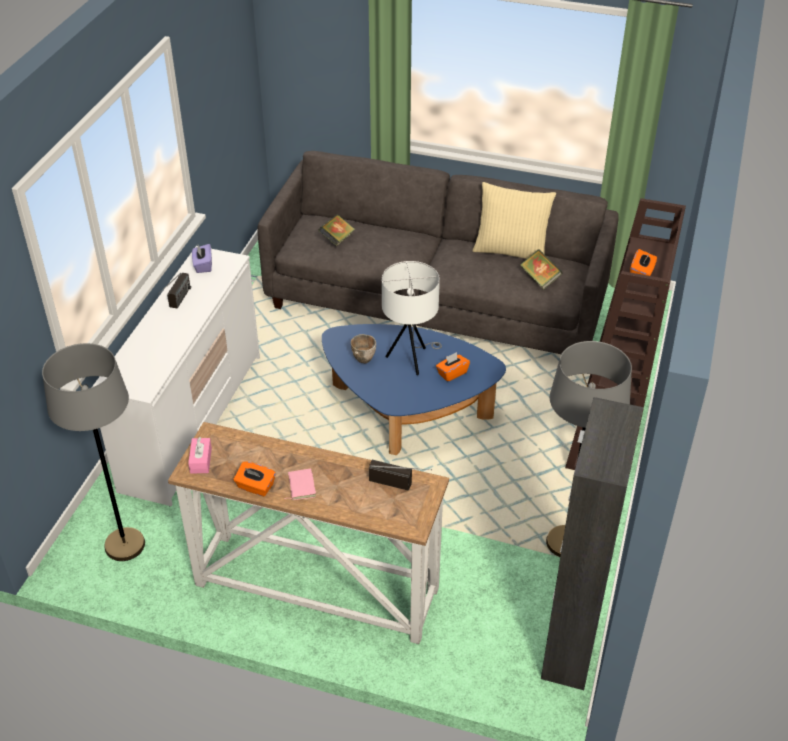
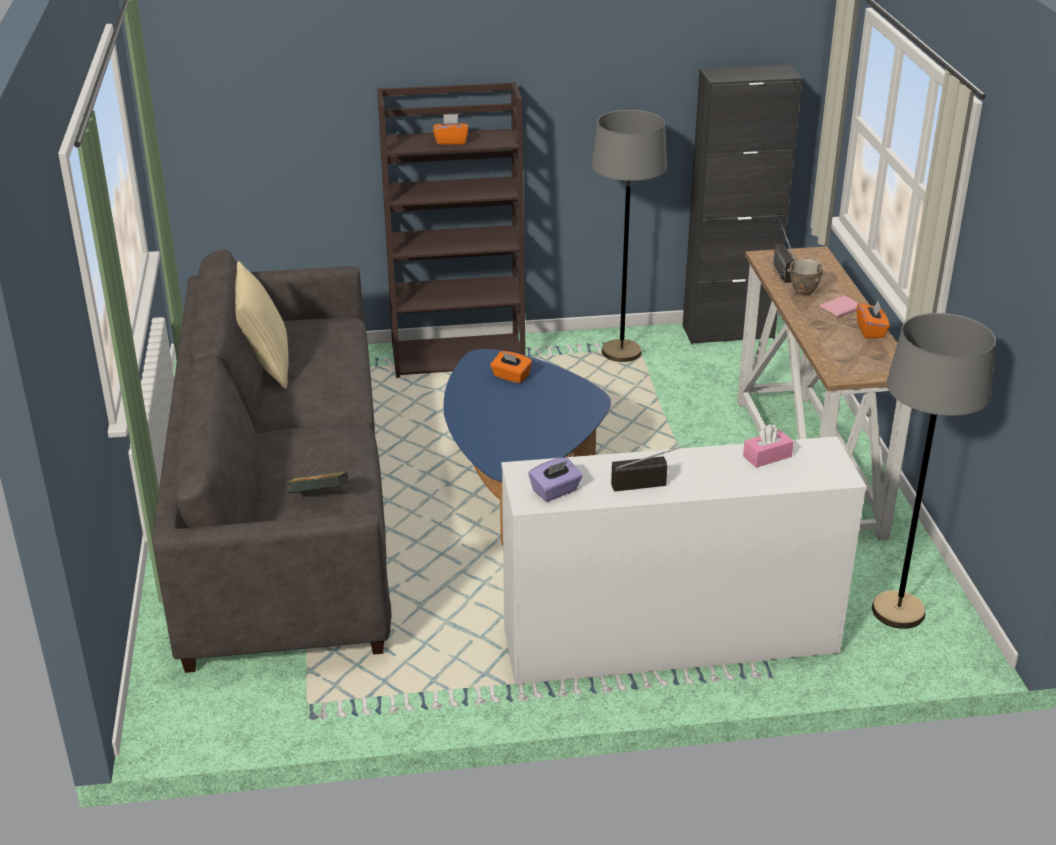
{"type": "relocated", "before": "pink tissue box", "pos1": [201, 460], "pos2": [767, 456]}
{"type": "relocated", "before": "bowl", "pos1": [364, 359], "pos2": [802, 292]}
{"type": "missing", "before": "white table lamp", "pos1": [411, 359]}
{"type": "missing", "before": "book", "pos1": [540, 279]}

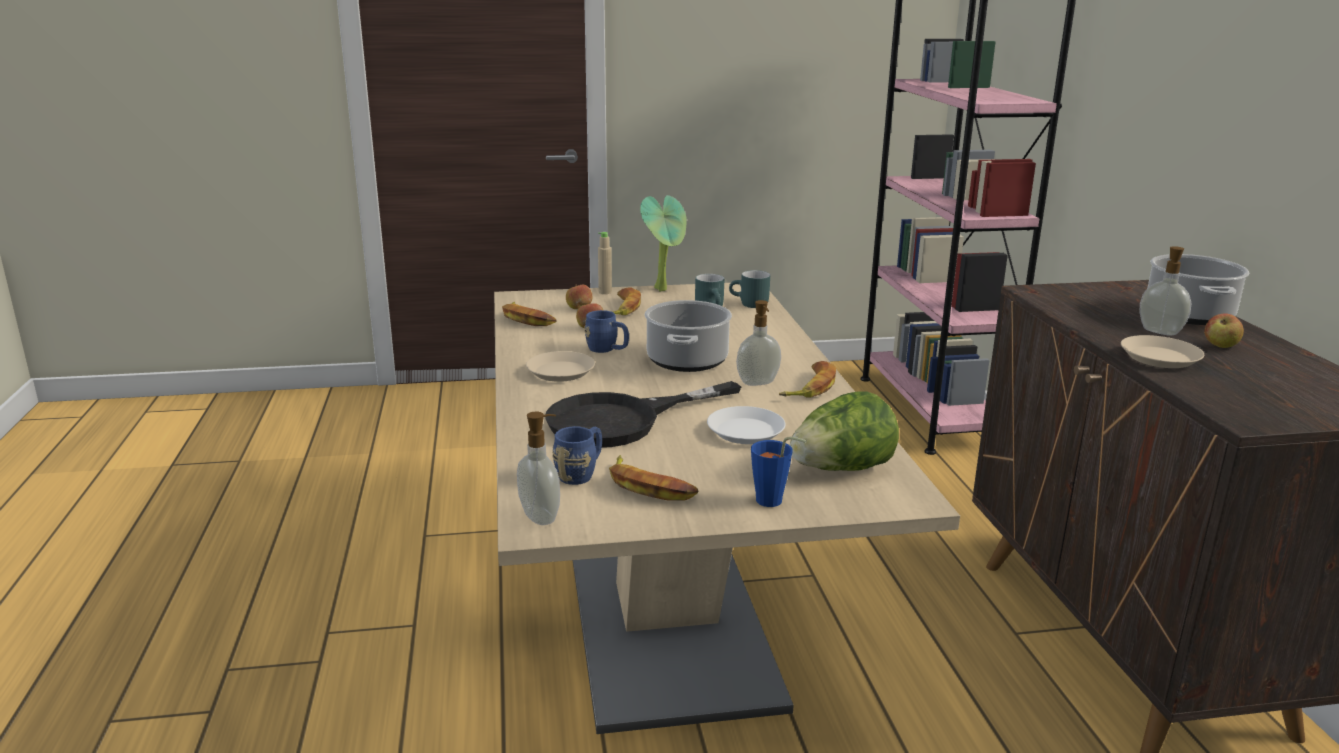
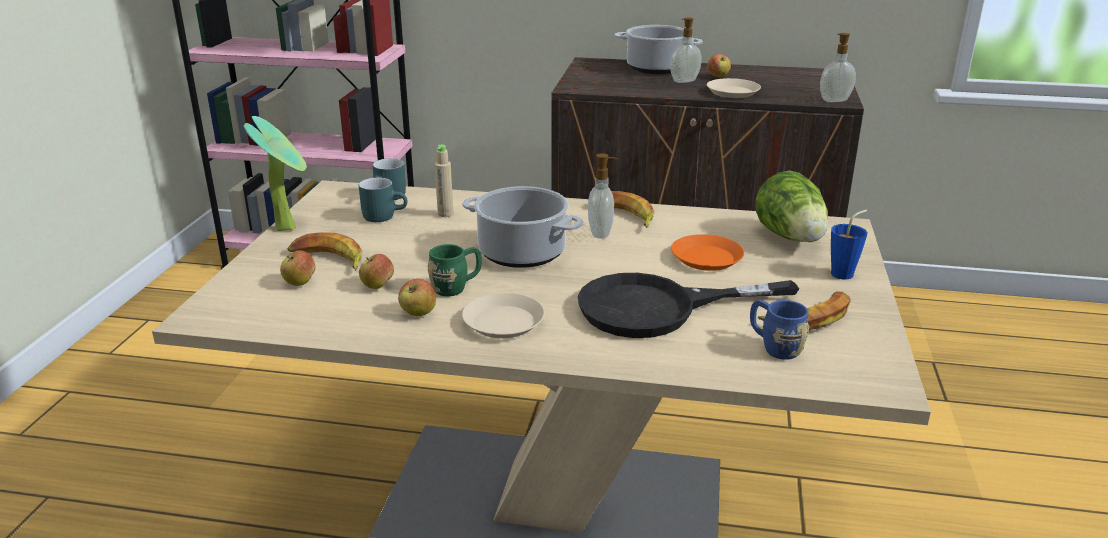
{"type": "appeared", "after": "apple", "pos2": [418, 313]}
{"type": "colour", "before": "blue mug", "after": "green mug", "pos1": [607, 350], "pos2": [456, 287]}
{"type": "relocated", "before": "beige bottle", "pos1": [605, 292], "pos2": [445, 214]}
{"type": "spun", "before": "black frying pan", "pos1": [622, 420], "pos2": [658, 308], "turn": 90}
{"type": "colour", "before": "white plate", "after": "orange plate", "pos1": [746, 431], "pos2": [706, 258]}
{"type": "relocated", "before": "soap dispenser", "pos1": [541, 516], "pos2": [834, 100]}
{"type": "missing", "before": "banana", "pos1": [527, 319]}

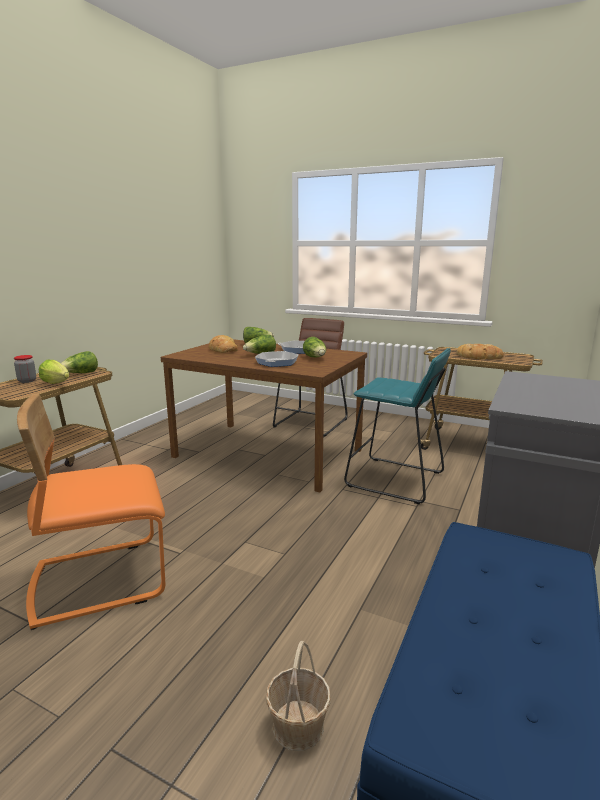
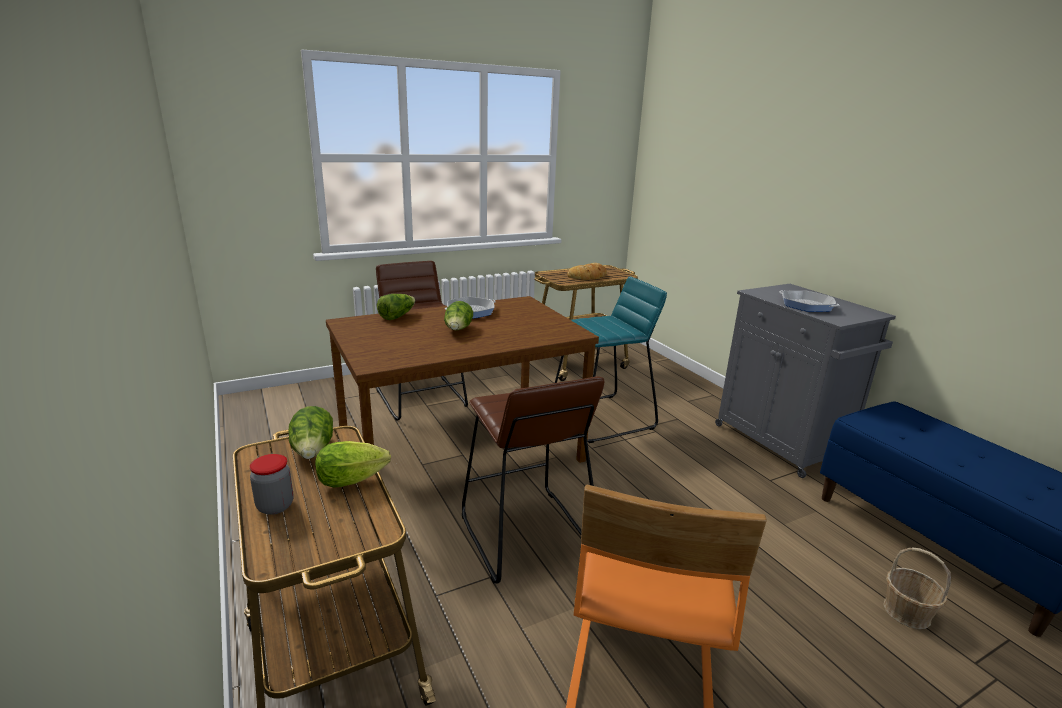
{"type": "appeared", "after": "brown stool", "pos2": [525, 534]}
{"type": "relocated", "before": "frying pan", "pos1": [277, 362], "pos2": [806, 305]}
{"type": "missing", "before": "bread", "pos1": [223, 349]}
{"type": "missing", "before": "lettuce", "pos1": [315, 358]}

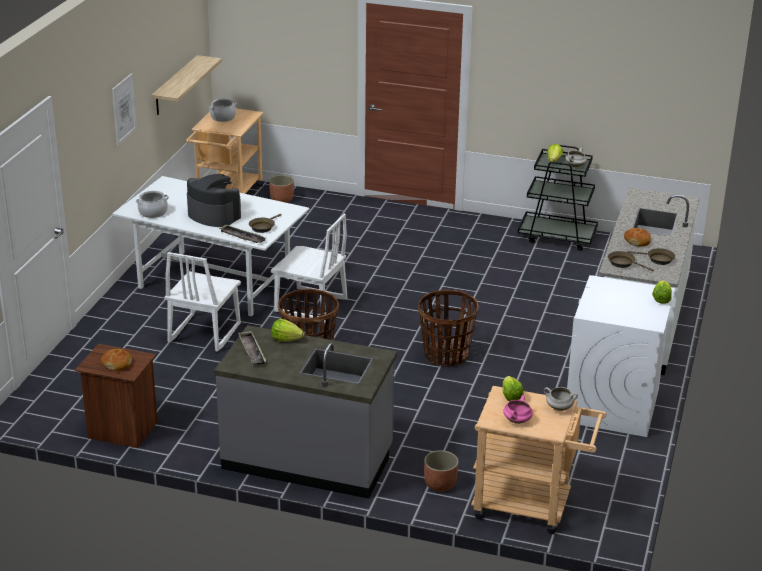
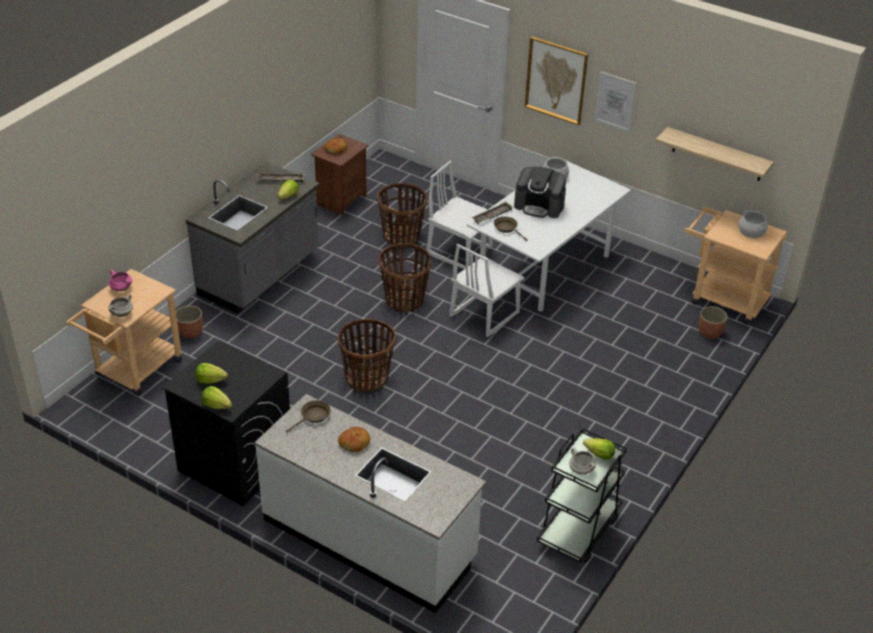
{"type": "colour", "before": "white washing machine", "after": "black washing machine", "pos1": [612, 406], "pos2": [234, 463]}
{"type": "relocated", "before": "lettuce", "pos1": [511, 397], "pos2": [210, 380]}
{"type": "appeared", "after": "basket", "pos2": [401, 237]}
{"type": "spun", "before": "coffee machine", "pos1": [213, 215], "pos2": [539, 206], "turn": 60}
{"type": "appeared", "after": "picture", "pos2": [556, 80]}
{"type": "missing", "before": "brown frying pan", "pos1": [657, 259]}

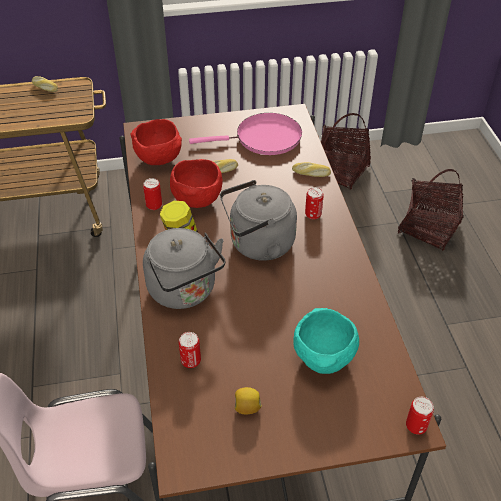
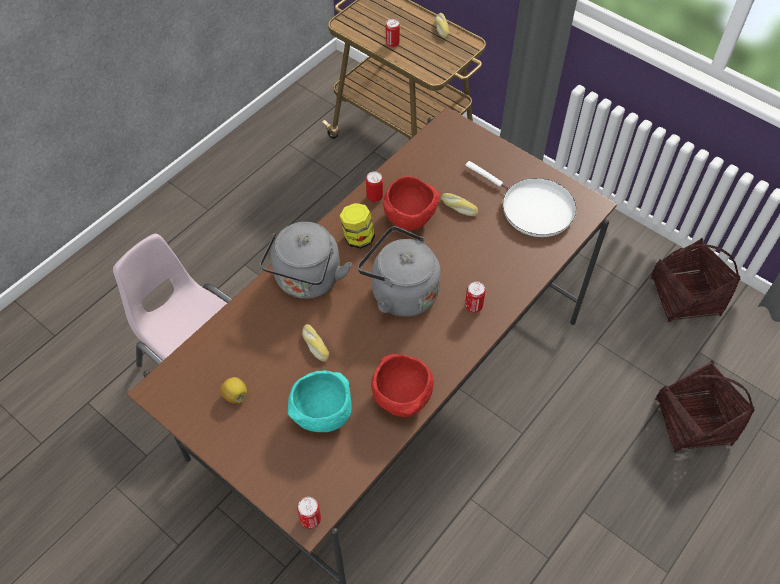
{"type": "relocated", "before": "bread", "pos1": [311, 173], "pos2": [314, 345]}
{"type": "relocated", "before": "red bowl", "pos1": [160, 159], "pos2": [403, 399]}
{"type": "relocated", "before": "can", "pos1": [191, 361], "pos2": [392, 43]}
{"type": "colour", "before": "pink frying pan", "after": "white frying pan", "pos1": [264, 139], "pos2": [532, 208]}

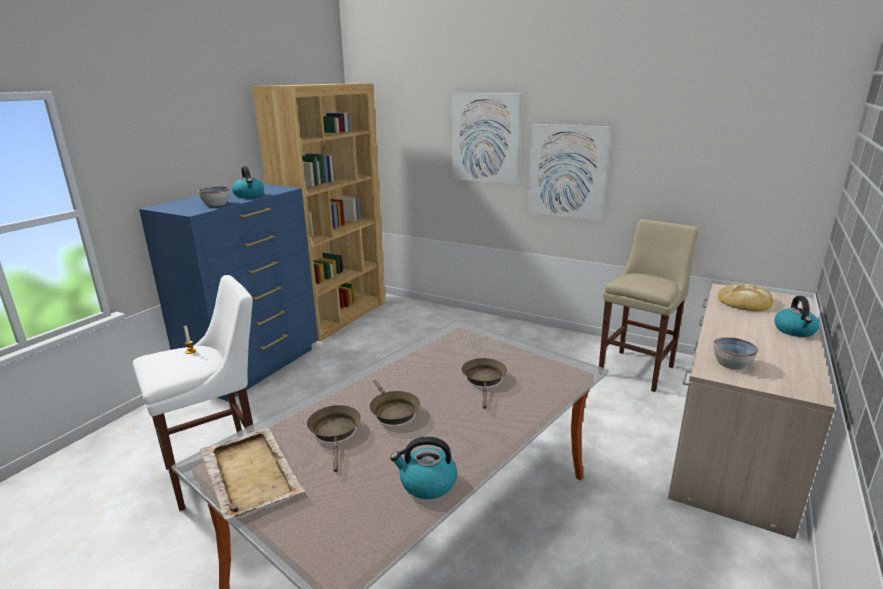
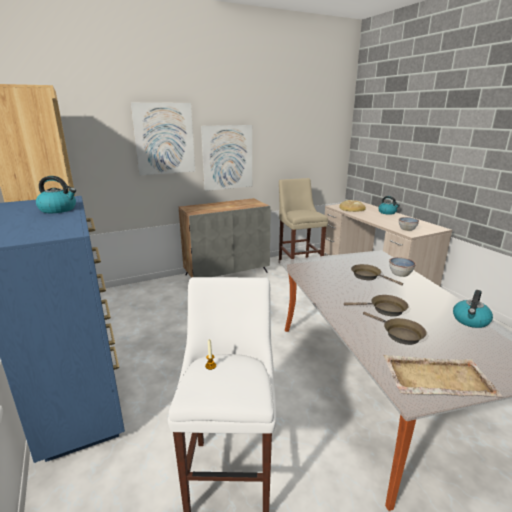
{"type": "appeared", "after": "grey cabinet", "pos2": [227, 273]}
{"type": "spun", "before": "brown frying pan", "pos1": [335, 432], "pos2": [399, 334], "turn": -150}
{"type": "relocated", "before": "bowl", "pos1": [216, 204], "pos2": [400, 273]}

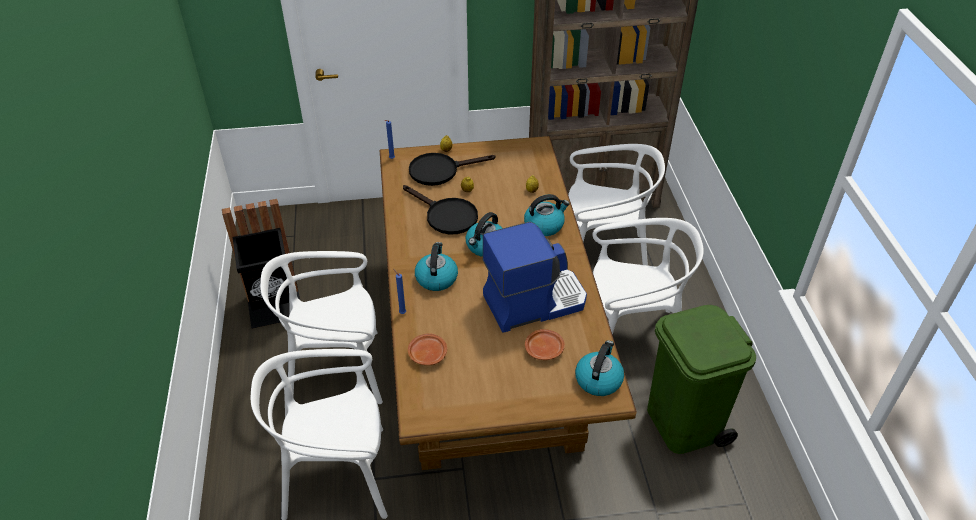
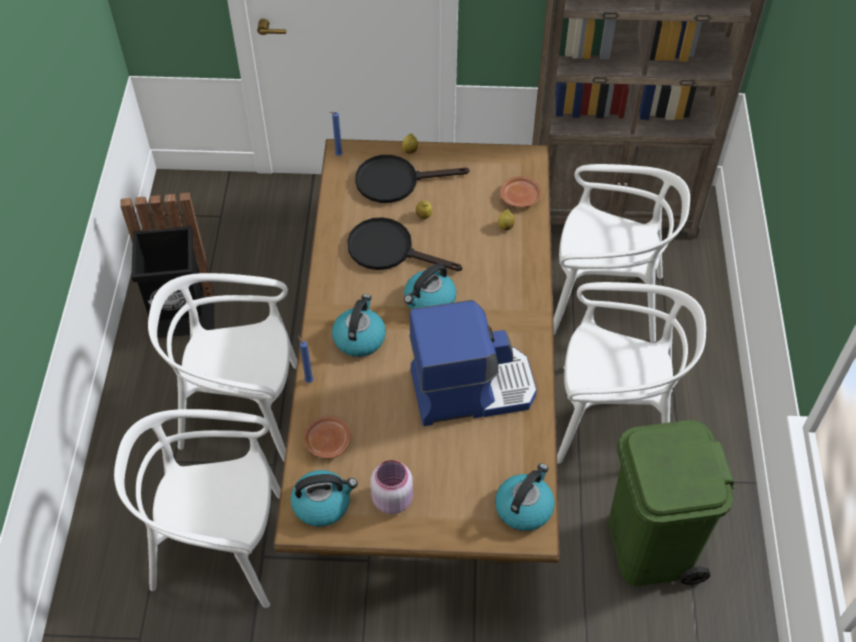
{"type": "relocated", "before": "kettle", "pos1": [544, 225], "pos2": [322, 503]}
{"type": "spun", "before": "black frying pan", "pos1": [446, 216], "pos2": [389, 250], "turn": 150}
{"type": "appeared", "after": "pink jar", "pos2": [392, 498]}
{"type": "relocated", "before": "brown plate", "pos1": [544, 349], "pos2": [520, 197]}

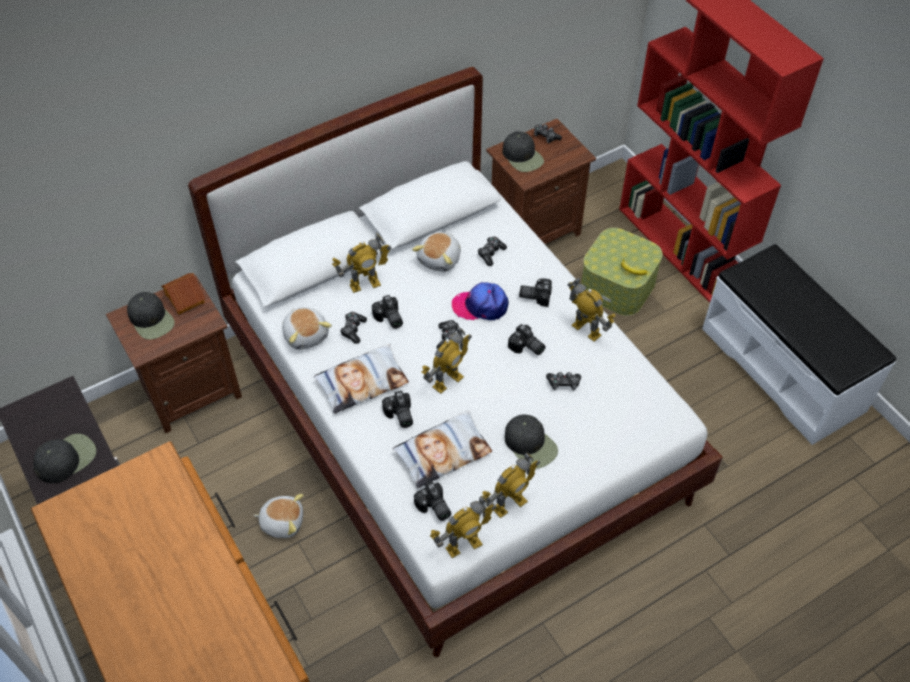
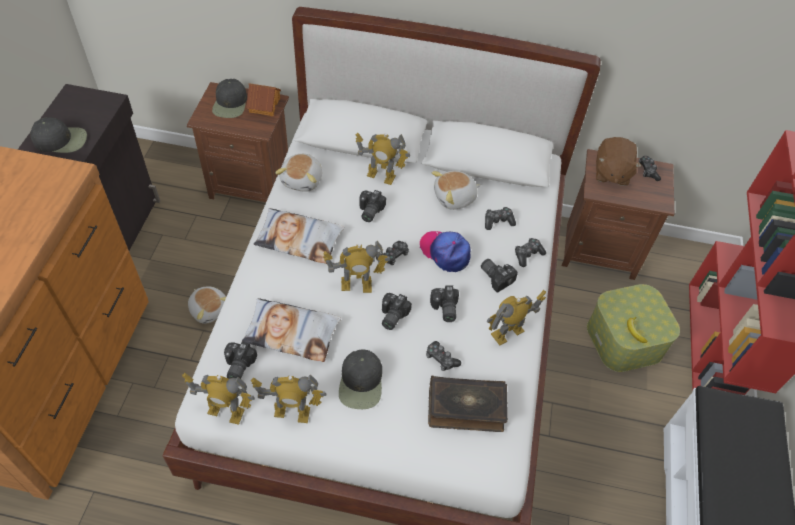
{"type": "relocated", "before": "photo camera", "pos1": [399, 416], "pos2": [391, 316]}
{"type": "appeared", "after": "book", "pos2": [466, 408]}
{"type": "spun", "before": "toy robot", "pos1": [586, 330], "pos2": [508, 334], "turn": -120}
{"type": "relocated", "before": "game controller", "pos1": [353, 330], "pos2": [528, 254]}
{"type": "exchanged", "before": "black cap", "after": "brown plush toy", "pos1": [523, 156], "pos2": [611, 173]}

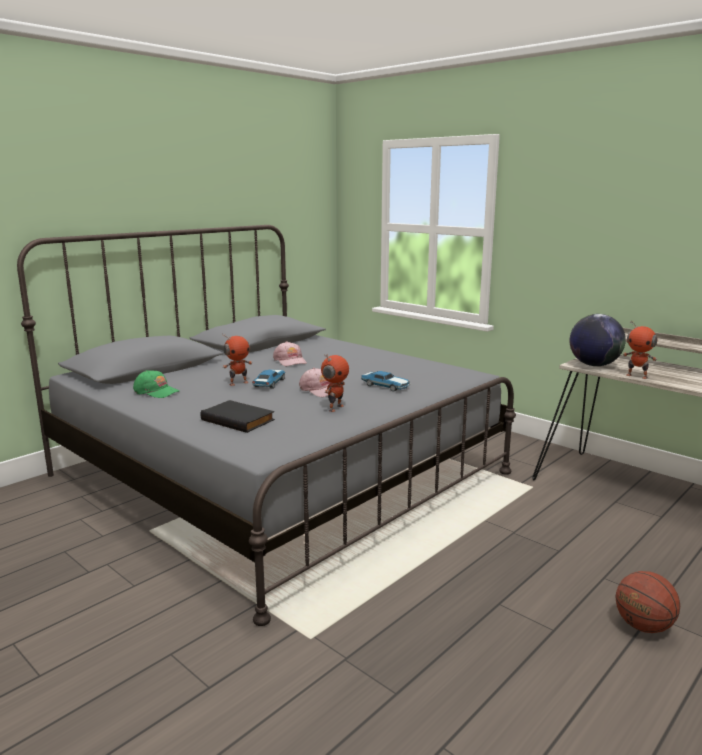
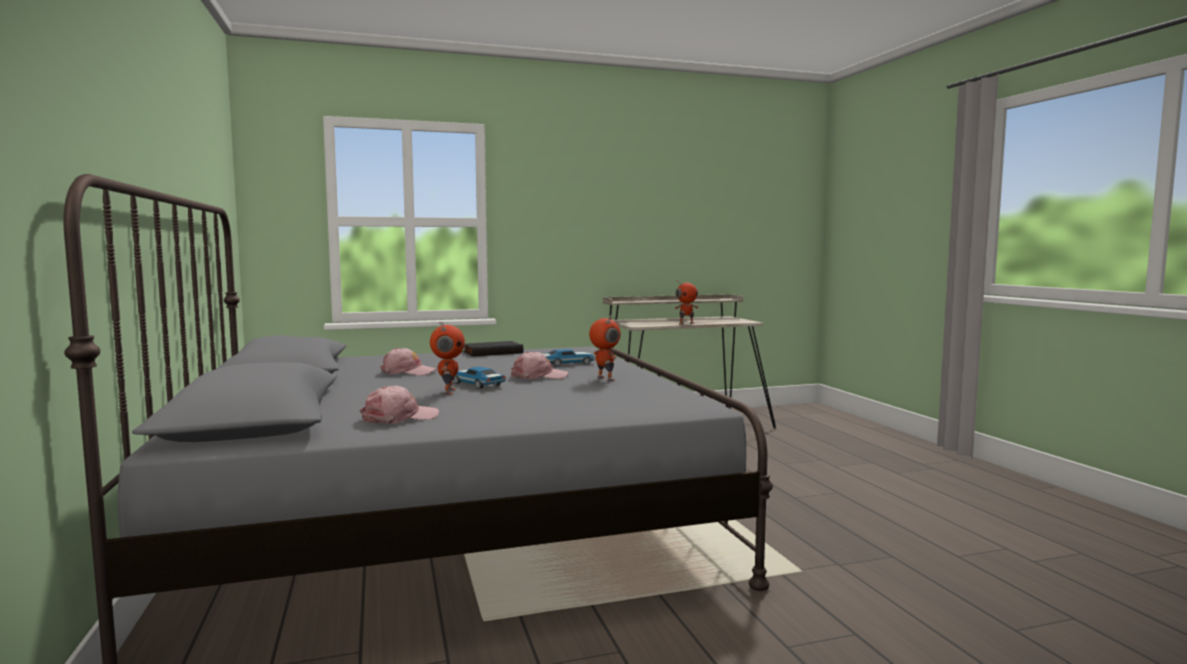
{"type": "colour", "before": "green cap", "after": "pink cap", "pos1": [156, 392], "pos2": [400, 418]}
{"type": "relocated", "before": "black book", "pos1": [239, 420], "pos2": [492, 352]}
{"type": "missing", "before": "globe", "pos1": [594, 365]}
{"type": "missing", "before": "basketball", "pos1": [643, 626]}

